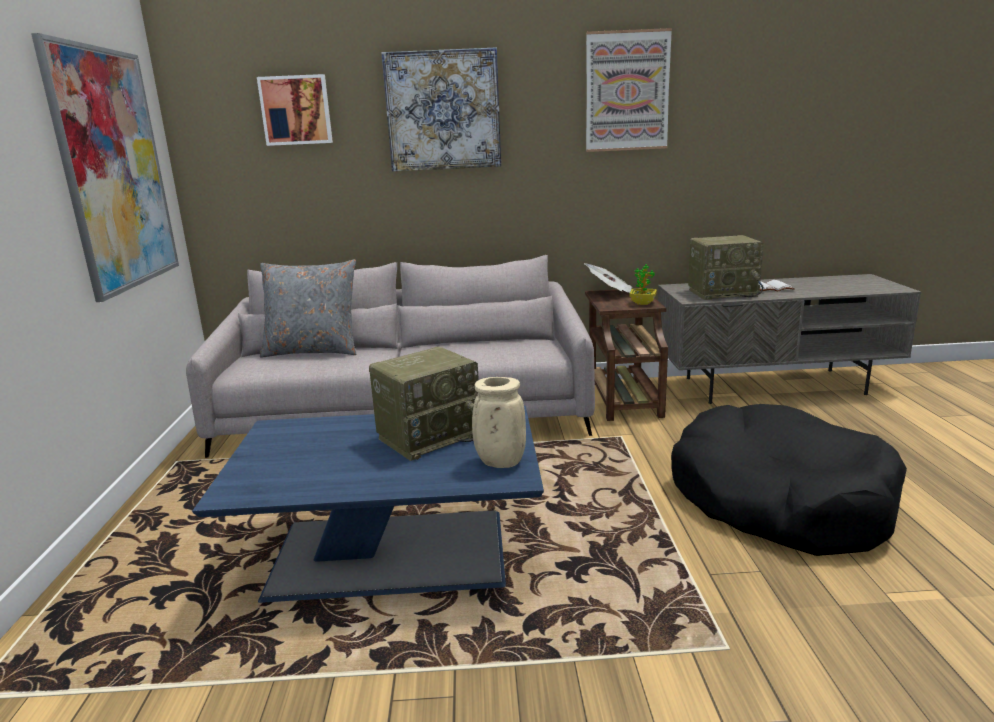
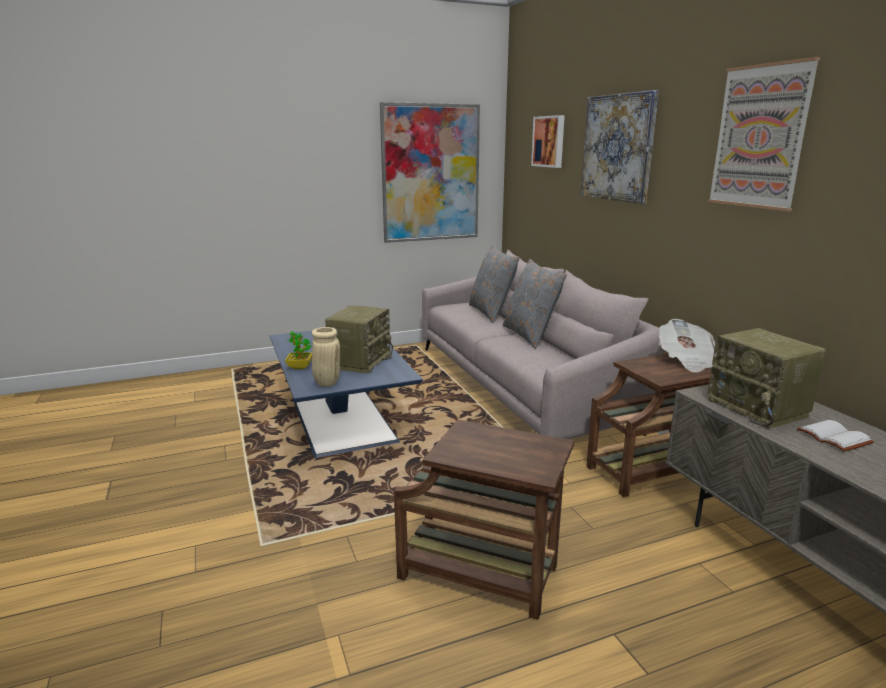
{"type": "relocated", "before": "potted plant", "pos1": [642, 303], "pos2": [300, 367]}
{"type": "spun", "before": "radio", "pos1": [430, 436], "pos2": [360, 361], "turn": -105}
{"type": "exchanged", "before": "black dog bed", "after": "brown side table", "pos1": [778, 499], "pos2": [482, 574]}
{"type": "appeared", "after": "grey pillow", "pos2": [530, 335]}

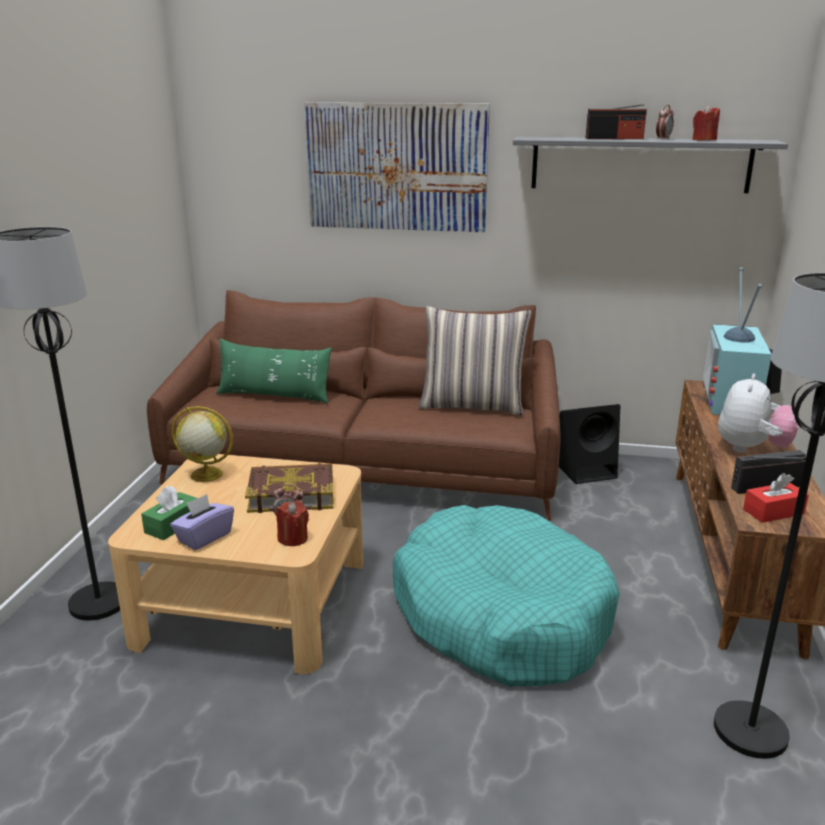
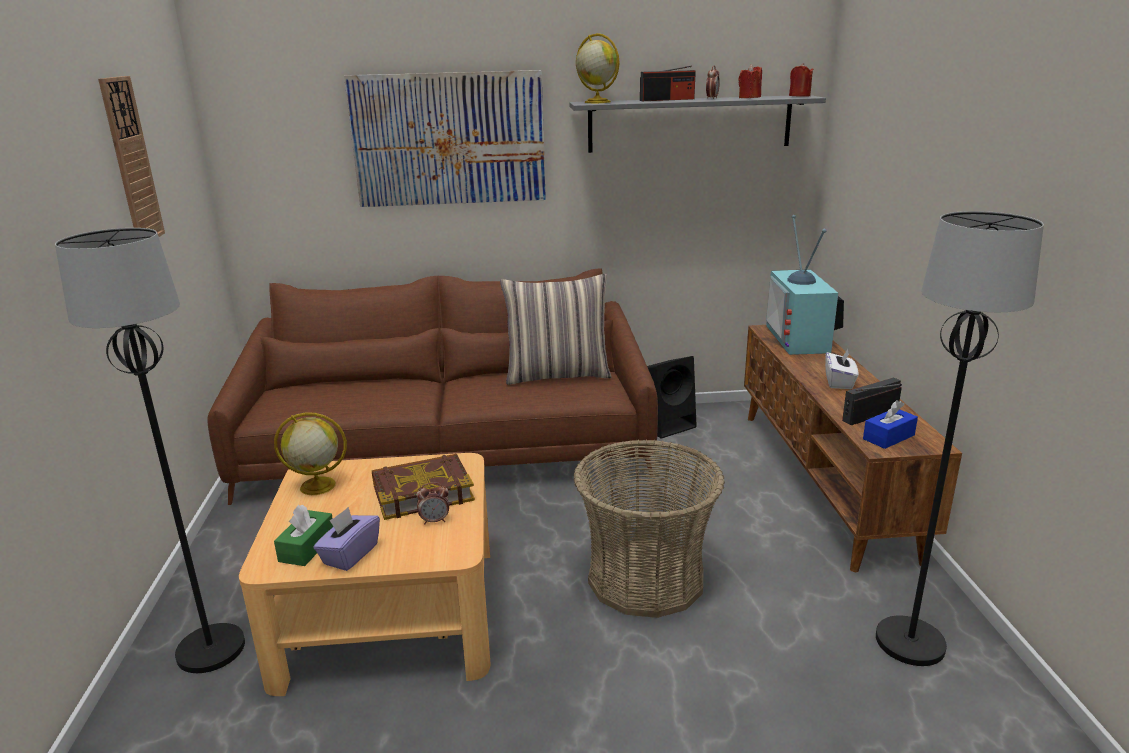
{"type": "appeared", "after": "wall clock", "pos2": [131, 161]}
{"type": "exchanged", "before": "turquoise dog bed", "after": "basket", "pos1": [500, 614], "pos2": [646, 578]}
{"type": "appeared", "after": "globe", "pos2": [596, 102]}
{"type": "relocated", "before": "red candle", "pos1": [293, 538], "pos2": [799, 96]}
{"type": "exchanged", "before": "plush toy", "after": "white tissue box", "pos1": [751, 449], "pos2": [839, 382]}
{"type": "colour", "before": "red tissue box", "after": "blue tissue box", "pos1": [773, 512], "pos2": [888, 437]}
{"type": "missing", "before": "green pillow", "pos1": [274, 396]}

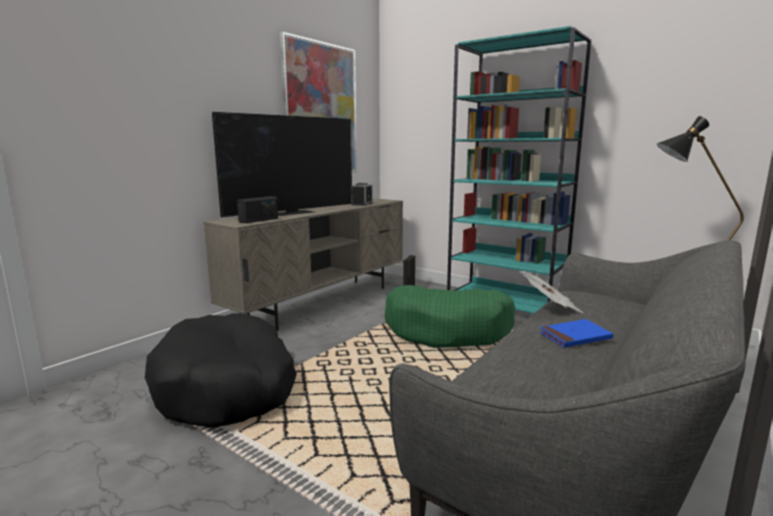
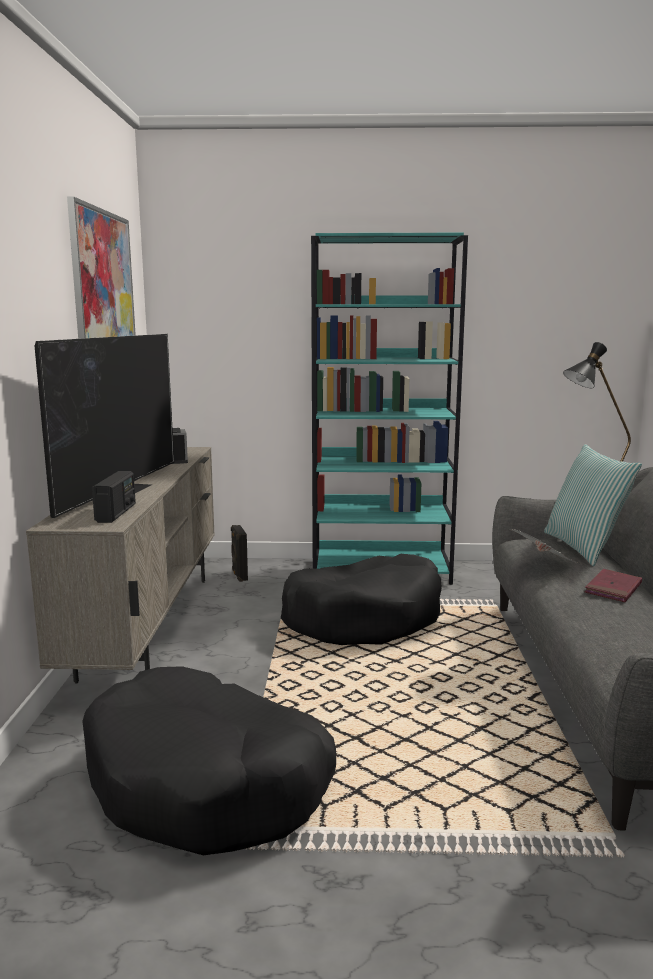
{"type": "colour", "before": "green dog bed", "after": "black dog bed", "pos1": [448, 330], "pos2": [364, 618]}
{"type": "appeared", "after": "pillow", "pos2": [584, 548]}
{"type": "colour", "before": "blue book", "after": "red book", "pos1": [575, 336], "pos2": [613, 589]}

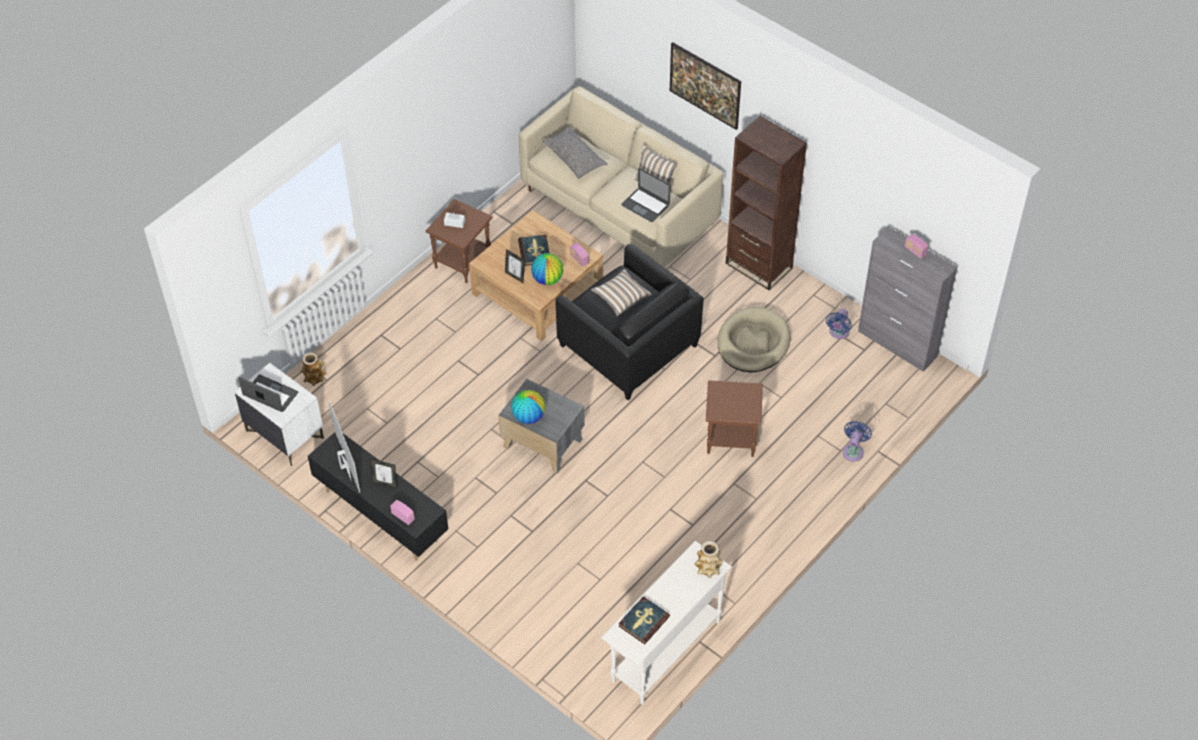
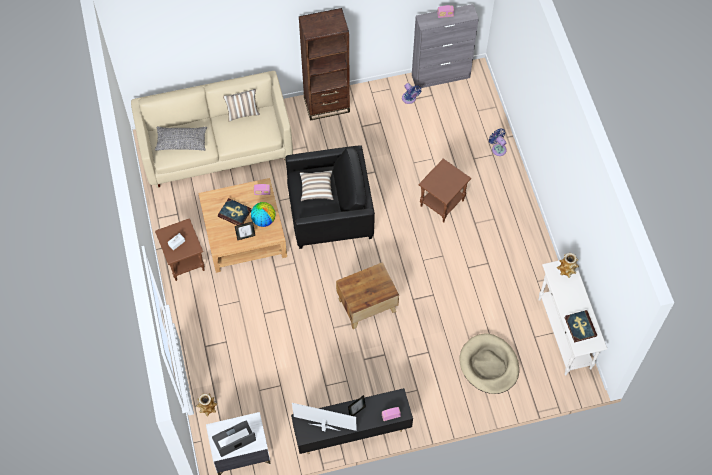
{"type": "colour", "before": "grey side table", "after": "brown side table", "pos1": [542, 442], "pos2": [366, 305]}
{"type": "relocated", "before": "beige dog bed", "pos1": [753, 342], "pos2": [489, 365]}
{"type": "missing", "before": "globe", "pos1": [528, 416]}
{"type": "missing", "before": "laptop", "pos1": [645, 205]}
{"type": "missing", "before": "picture", "pos1": [704, 97]}

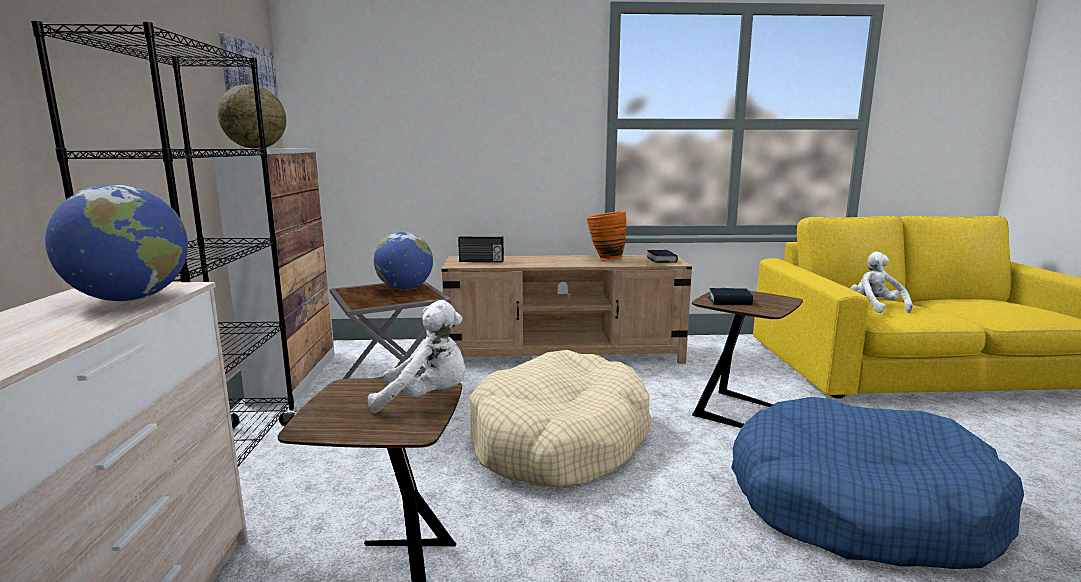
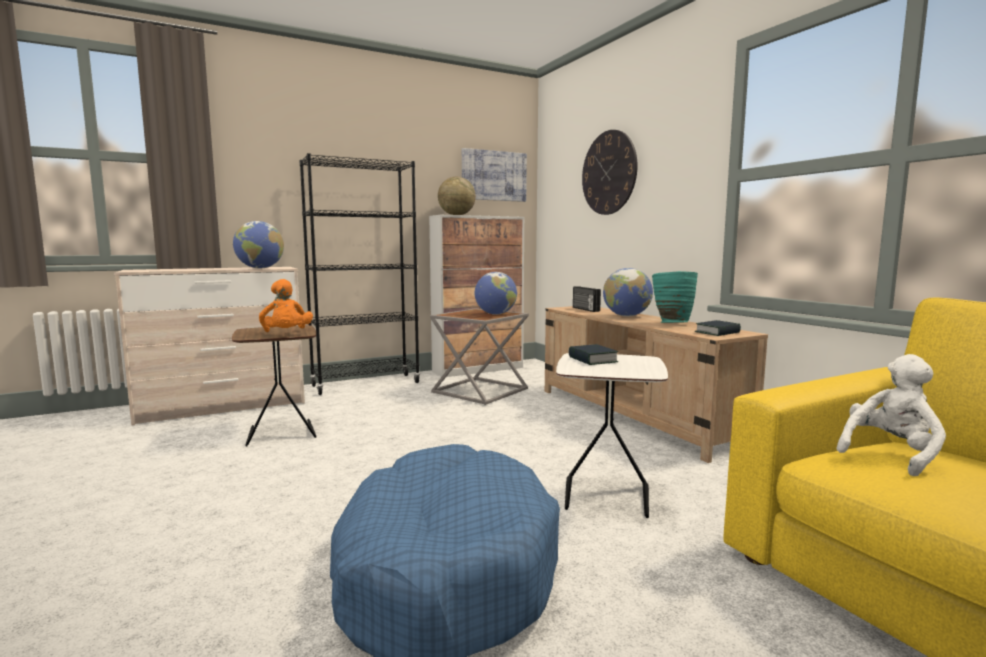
{"type": "colour", "before": "white plush toy", "after": "orange plush toy", "pos1": [427, 399], "pos2": [286, 334]}
{"type": "colour", "before": "brown side table", "after": "white side table", "pos1": [737, 412], "pos2": [607, 498]}
{"type": "appeared", "after": "wall clock", "pos2": [609, 173]}
{"type": "appeared", "after": "globe", "pos2": [626, 316]}
{"type": "colour", "before": "orange vase", "after": "turquoise vase", "pos1": [604, 259], "pos2": [671, 323]}
{"type": "missing", "before": "beige dog bed", "pos1": [559, 440]}

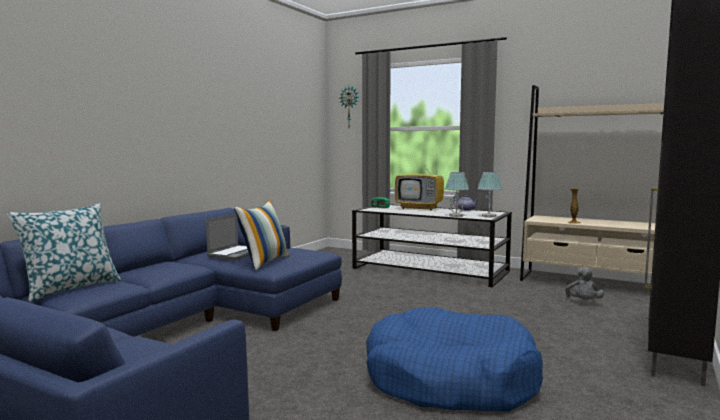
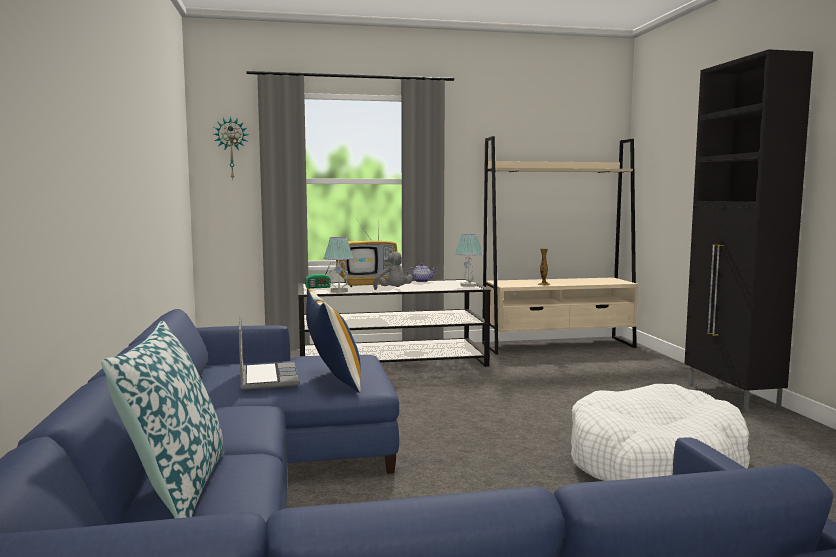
{"type": "relocated", "before": "table lamp", "pos1": [456, 215], "pos2": [339, 291]}
{"type": "relocated", "before": "grey plush toy", "pos1": [583, 302], "pos2": [393, 291]}
{"type": "colour", "before": "blue dog bed", "after": "white dog bed", "pos1": [450, 379], "pos2": [654, 462]}

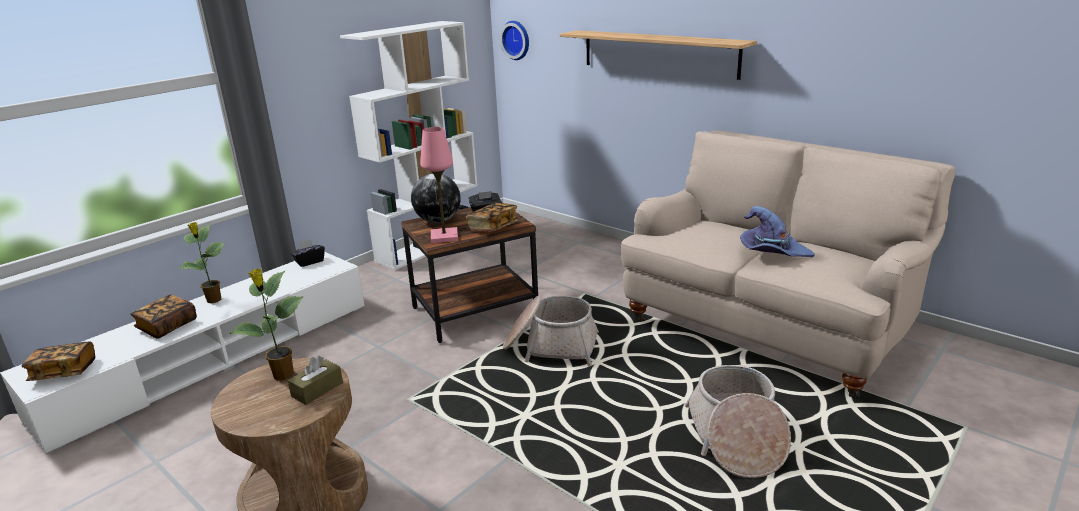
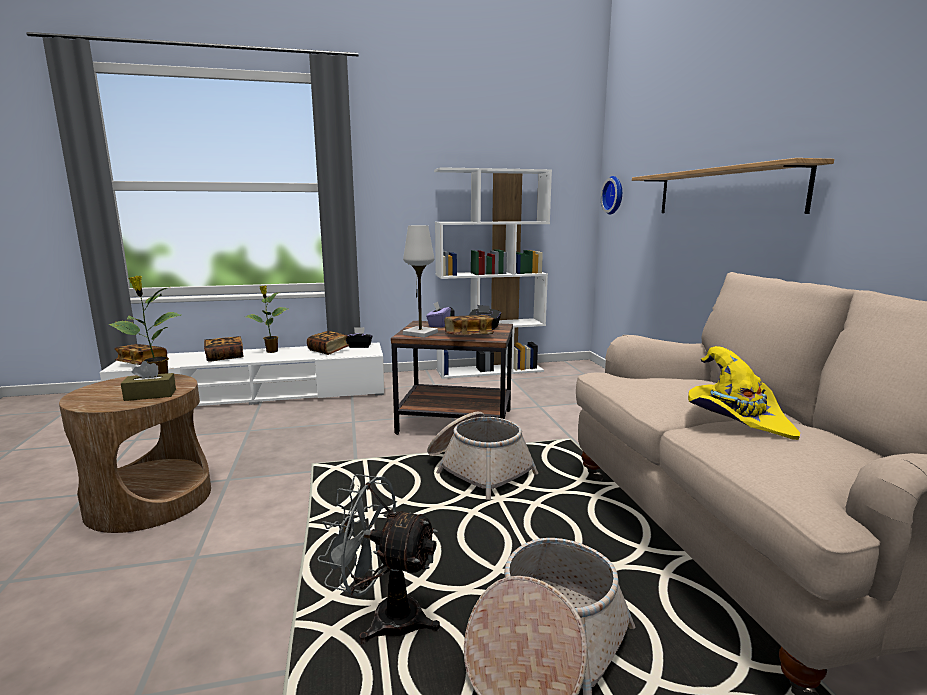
{"type": "appeared", "after": "book", "pos2": [328, 351]}
{"type": "appeared", "after": "grey fan", "pos2": [384, 617]}
{"type": "colour", "before": "pink table lamp", "after": "white table lamp", "pos1": [444, 237], "pos2": [420, 333]}
{"type": "exchanged", "before": "globe", "after": "purple tissue box", "pos1": [438, 221], "pos2": [438, 325]}
{"type": "colour", "before": "purple hat", "after": "yellow hat", "pos1": [772, 252], "pos2": [737, 419]}

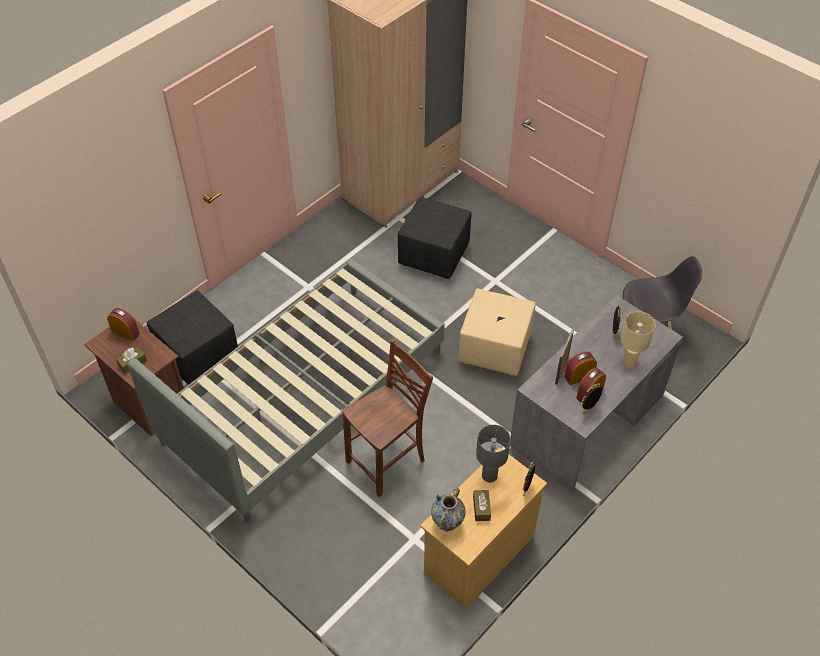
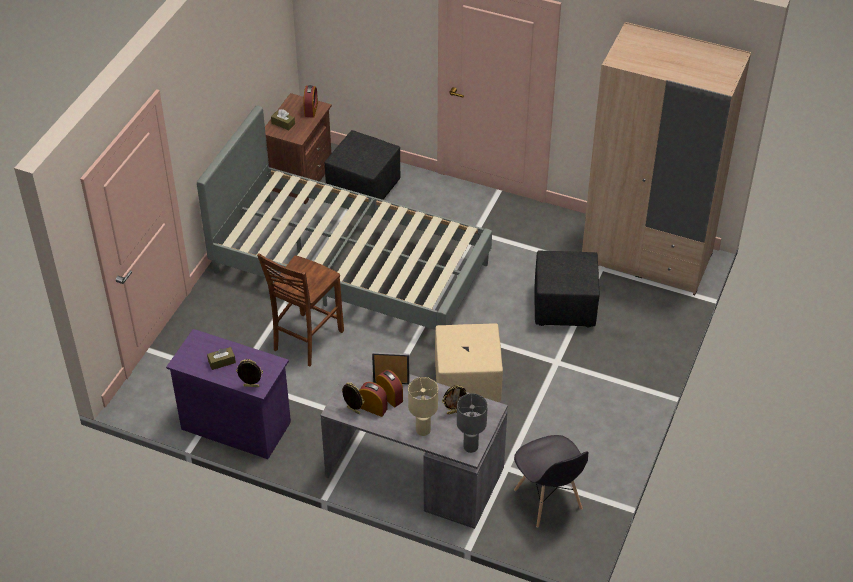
{"type": "colour", "before": "beige dresser", "after": "purple dresser", "pos1": [478, 555], "pos2": [235, 425]}
{"type": "spun", "before": "brown chair", "pos1": [388, 462], "pos2": [306, 341], "turn": 90}
{"type": "relocated", "before": "grey table lamp", "pos1": [489, 475], "pos2": [471, 446]}
{"type": "missing", "before": "vase", "pos1": [447, 524]}

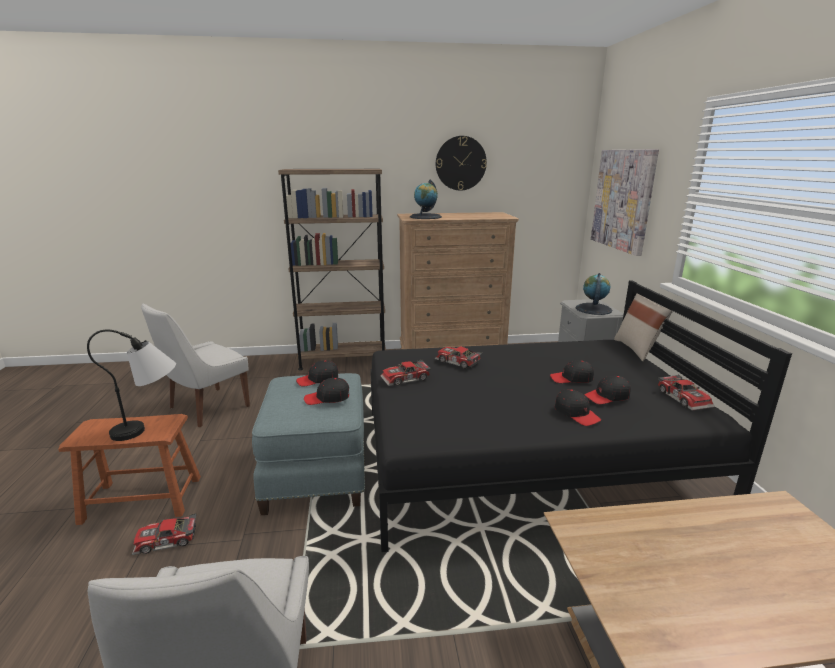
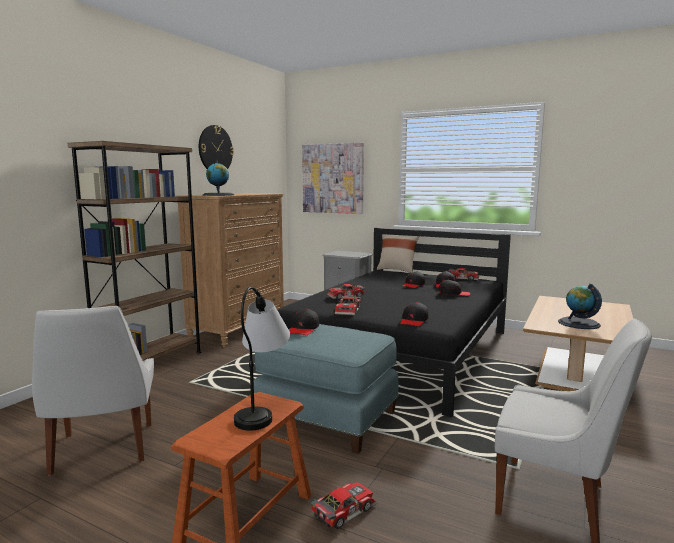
{"type": "spun", "before": "toy car", "pos1": [166, 541], "pos2": [342, 510], "turn": -150}
{"type": "relocated", "before": "black cap", "pos1": [327, 398], "pos2": [414, 321]}
{"type": "relocated", "before": "globe", "pos1": [593, 309], "pos2": [578, 323]}

